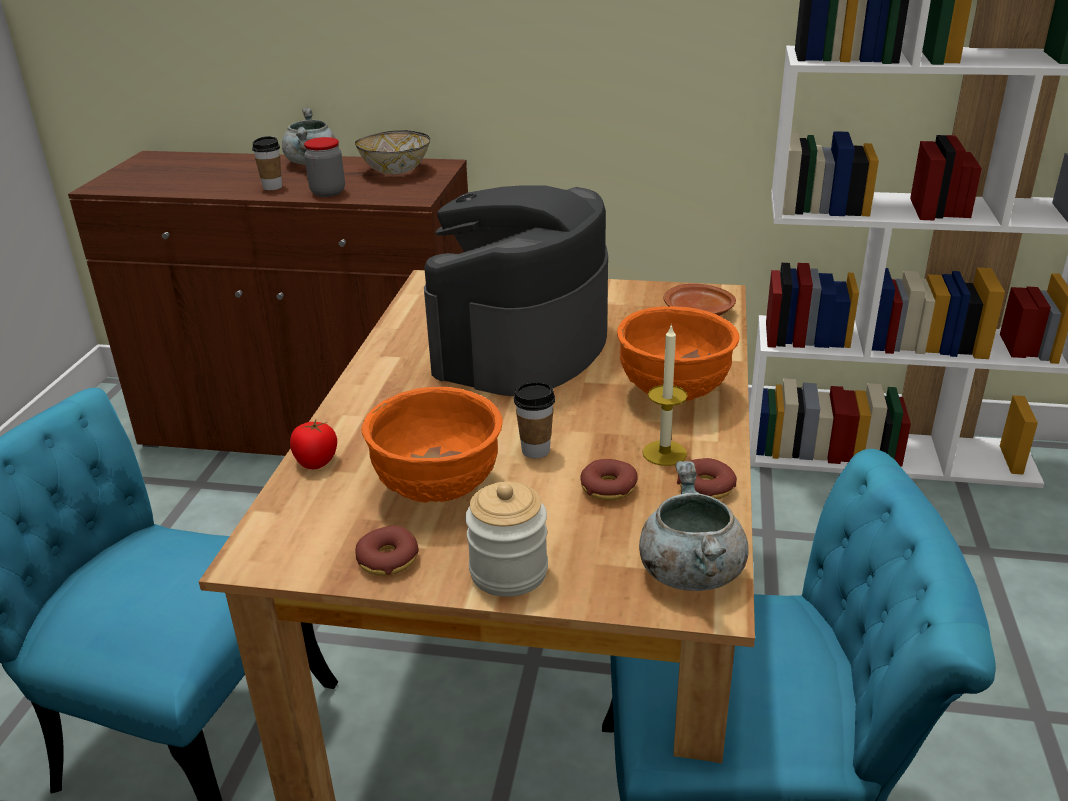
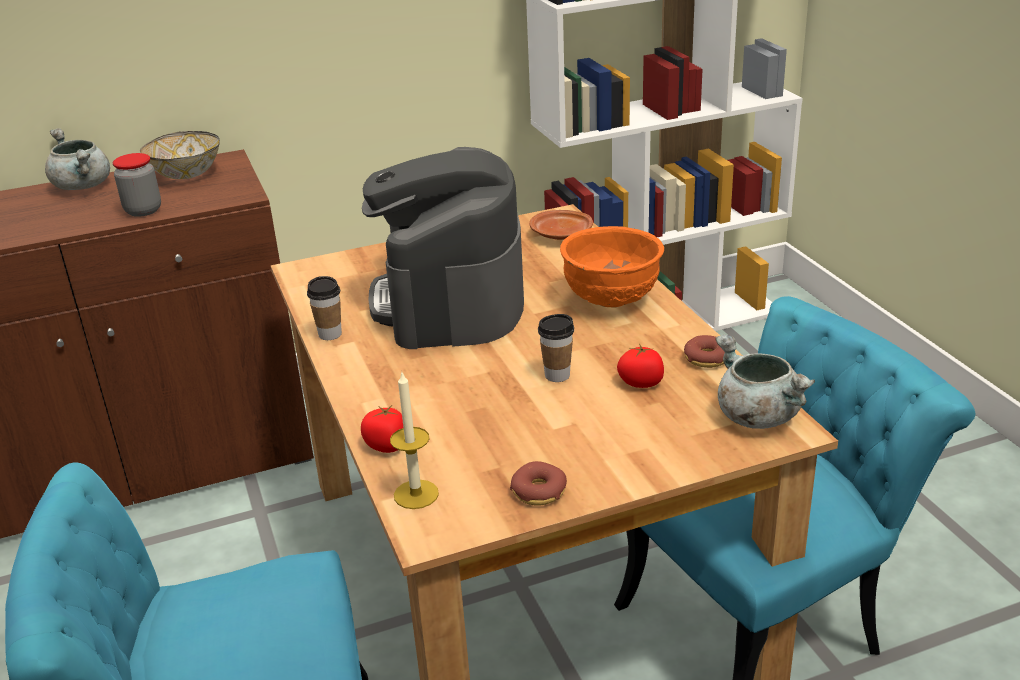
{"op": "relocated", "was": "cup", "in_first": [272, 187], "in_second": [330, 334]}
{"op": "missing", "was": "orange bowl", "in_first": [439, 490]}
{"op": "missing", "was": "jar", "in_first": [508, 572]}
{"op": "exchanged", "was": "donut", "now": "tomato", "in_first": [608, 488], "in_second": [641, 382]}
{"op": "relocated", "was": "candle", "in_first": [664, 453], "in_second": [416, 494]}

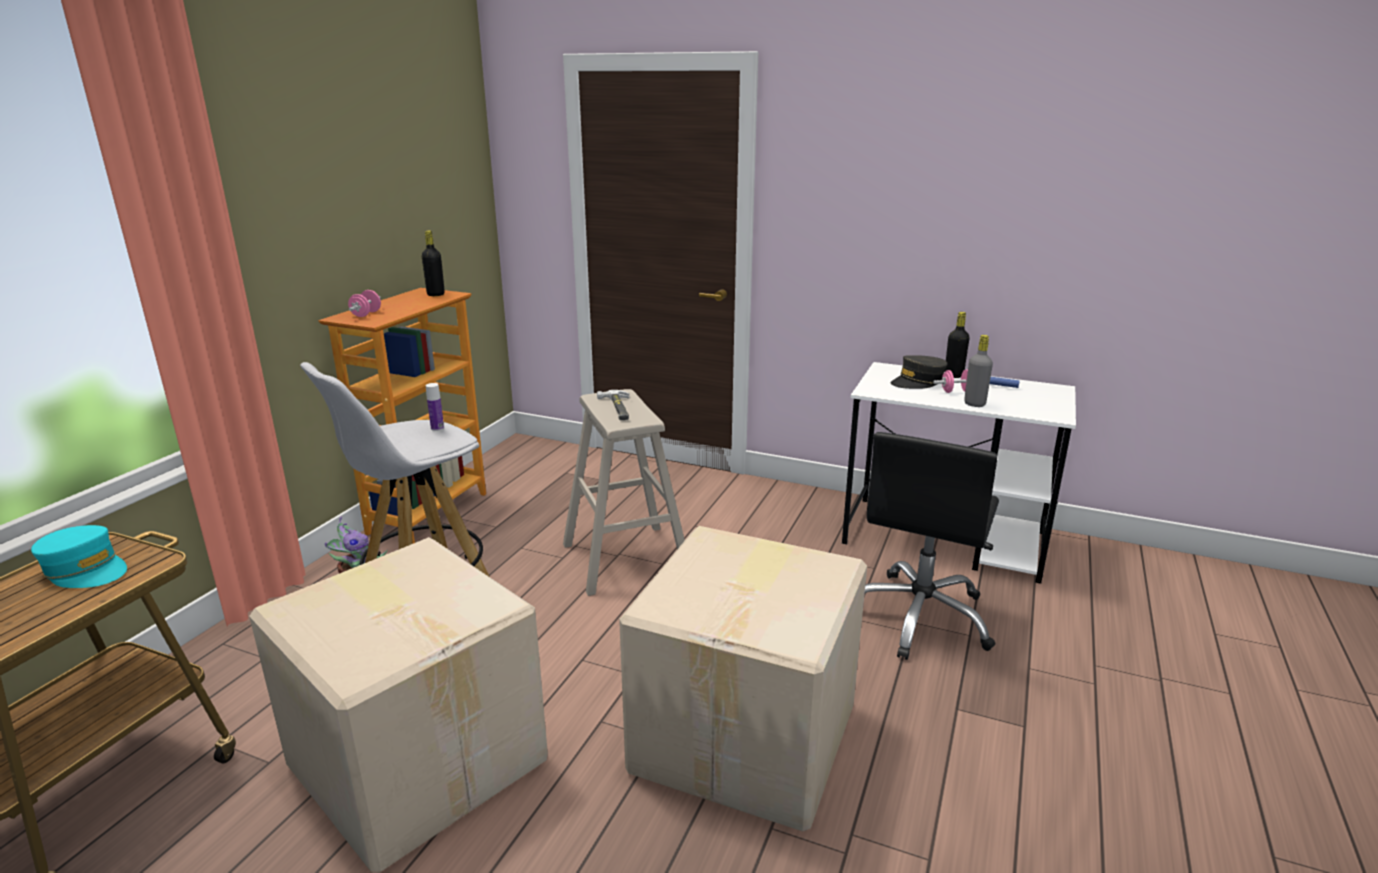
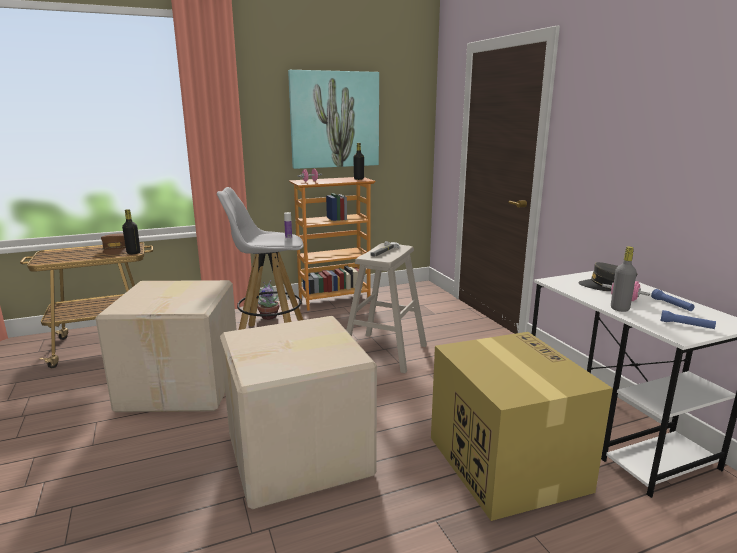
{"op": "colour", "was": "turquoise cap", "now": "brown cap", "in_first": [85, 570], "in_second": [116, 250]}
{"op": "exchanged", "was": "black office chair", "now": "cardboard box", "in_first": [920, 617], "in_second": [505, 462]}
{"op": "relocated", "was": "black bottle", "in_first": [953, 375], "in_second": [133, 253]}
{"op": "appeared", "now": "picture", "in_second": [334, 120]}
{"op": "appeared", "now": "blue flashlight", "in_second": [686, 325]}

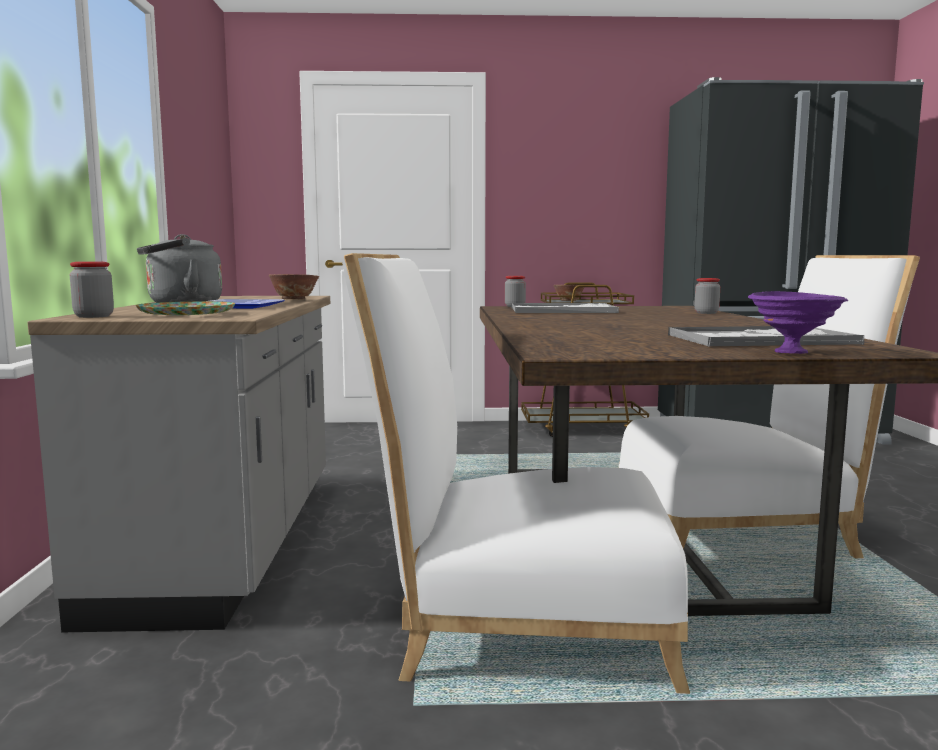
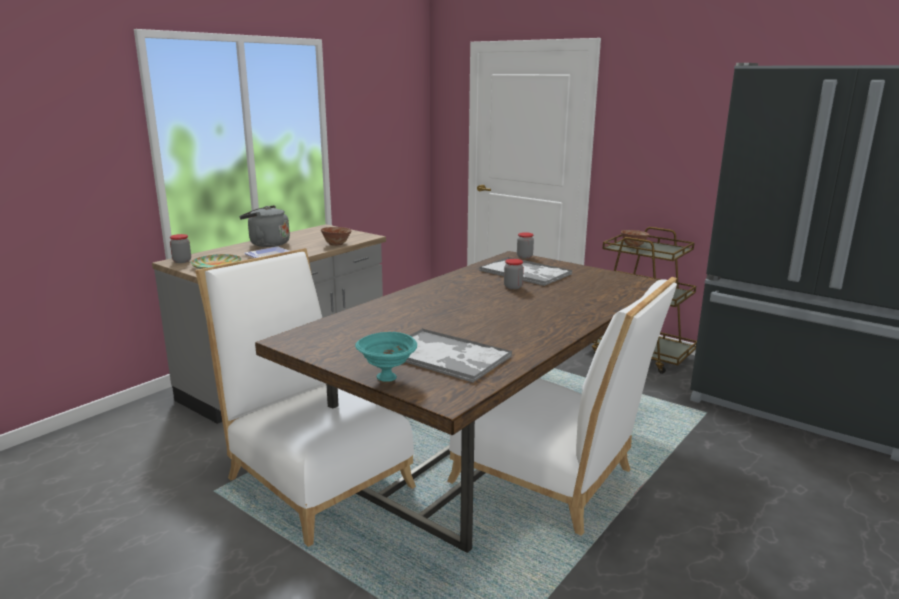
{"op": "relocated", "was": "jar", "in_first": [706, 313], "in_second": [513, 287]}
{"op": "colour", "was": "purple bowl", "now": "turquoise bowl", "in_first": [793, 352], "in_second": [388, 378]}

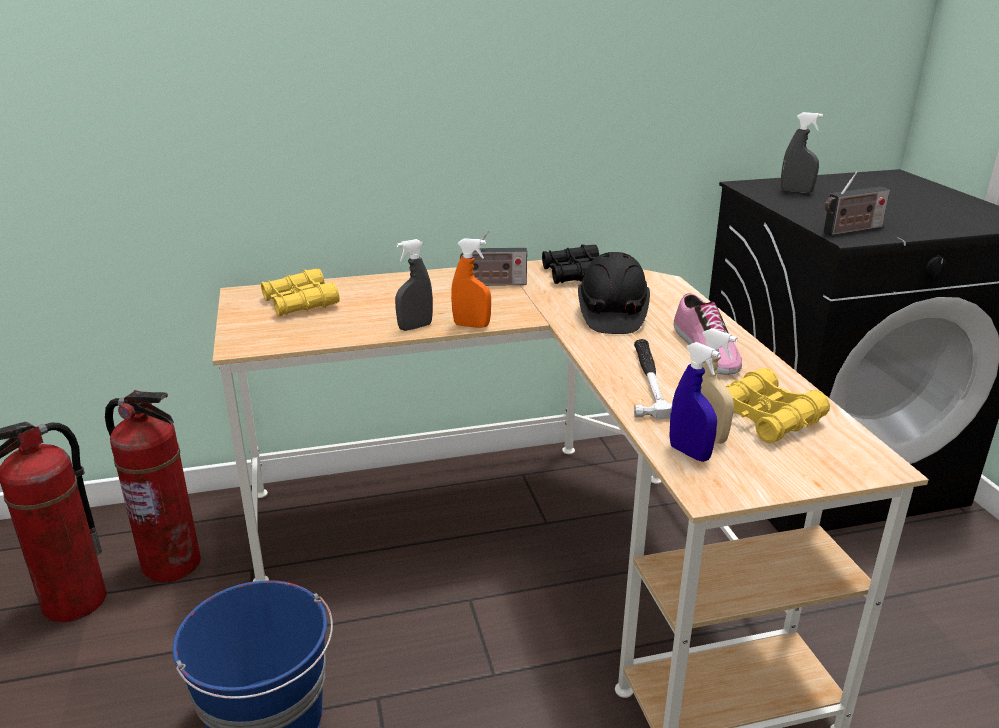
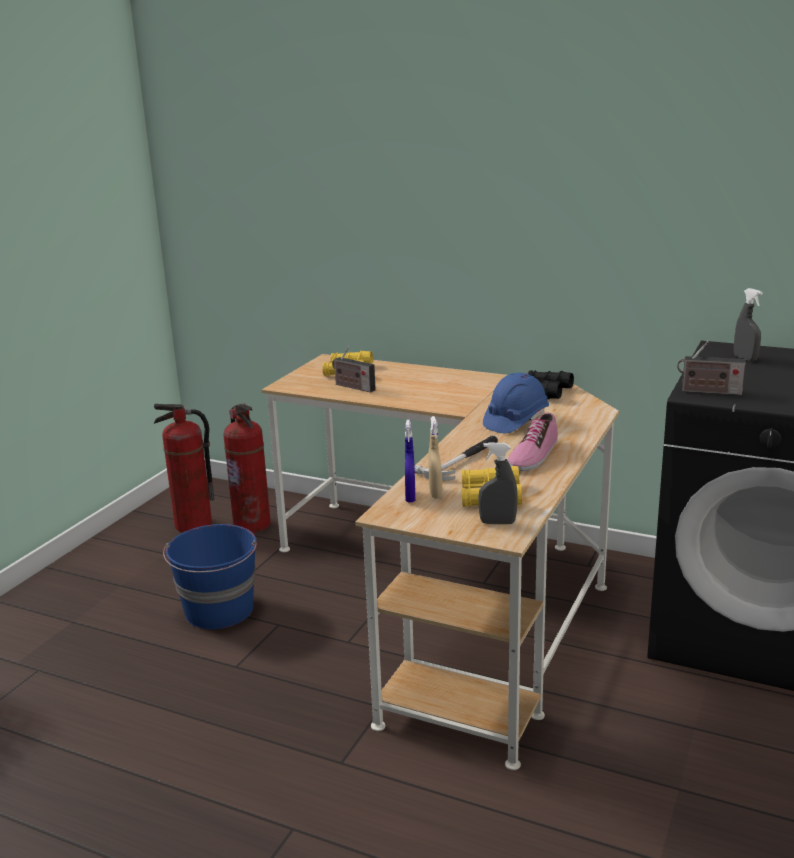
{"op": "relocated", "was": "grey spray bottle", "in_first": [415, 327], "in_second": [497, 522]}
{"op": "missing", "was": "orange spray bottle", "in_first": [471, 325]}
{"op": "relocated", "was": "radio", "in_first": [493, 284], "in_second": [353, 387]}
{"op": "colour", "was": "black hard hat", "now": "blue hard hat", "in_first": [611, 315], "in_second": [515, 421]}

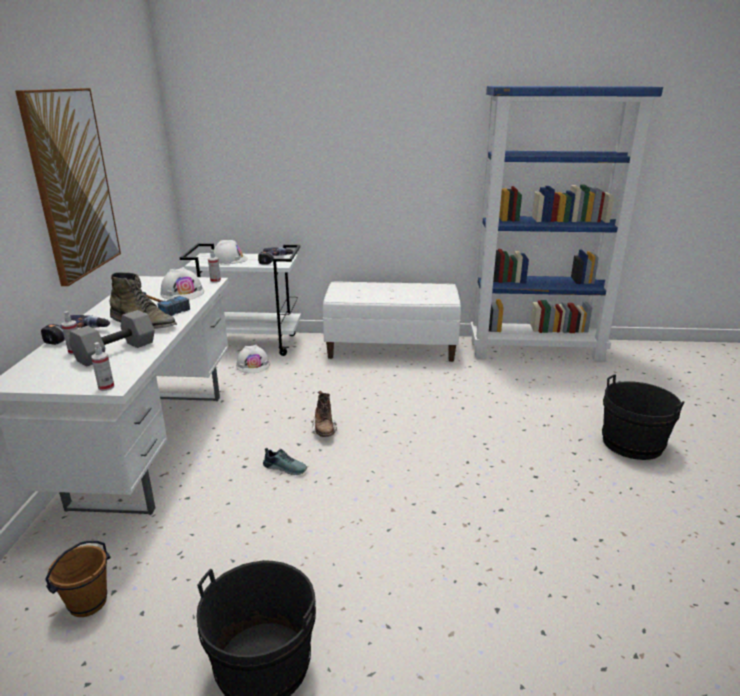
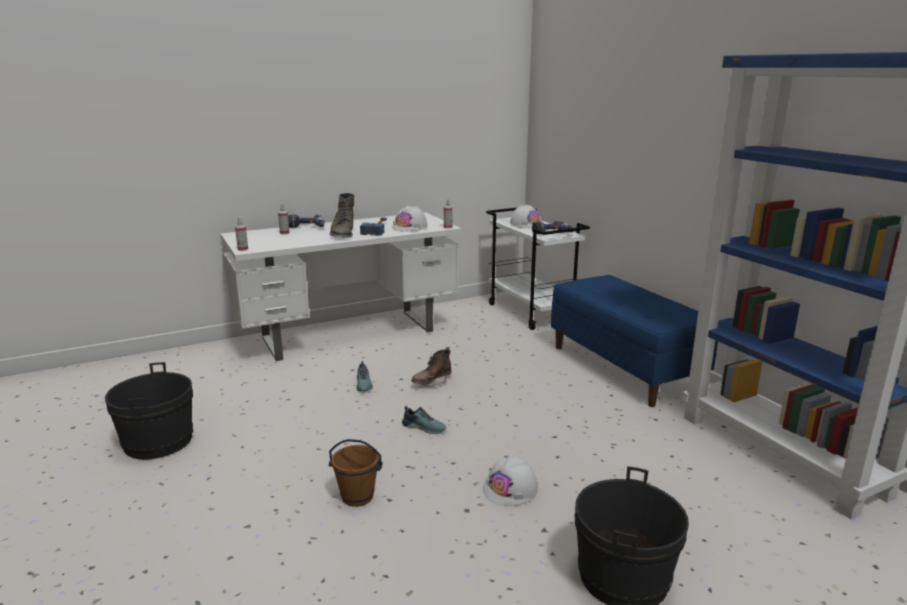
{"op": "missing", "was": "picture", "in_first": [72, 184]}
{"op": "relocated", "was": "brown bucket", "in_first": [88, 603], "in_second": [357, 496]}
{"op": "missing", "was": "grey dumbbell", "in_first": [116, 351]}
{"op": "relocated", "was": "white hard hat", "in_first": [253, 365], "in_second": [510, 488]}
{"op": "colour", "was": "white bench", "now": "blue bench", "in_first": [391, 348], "in_second": [625, 368]}
{"op": "appeared", "now": "shoe", "in_second": [424, 427]}

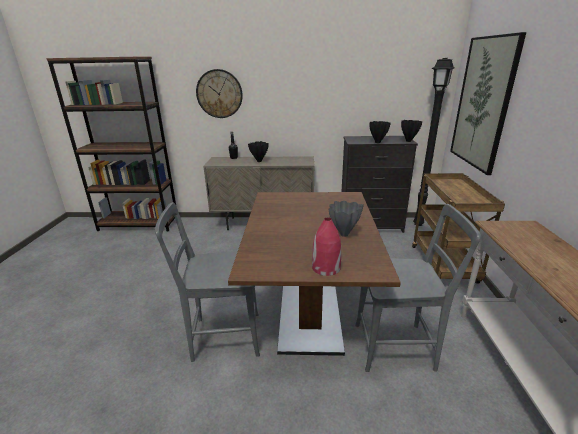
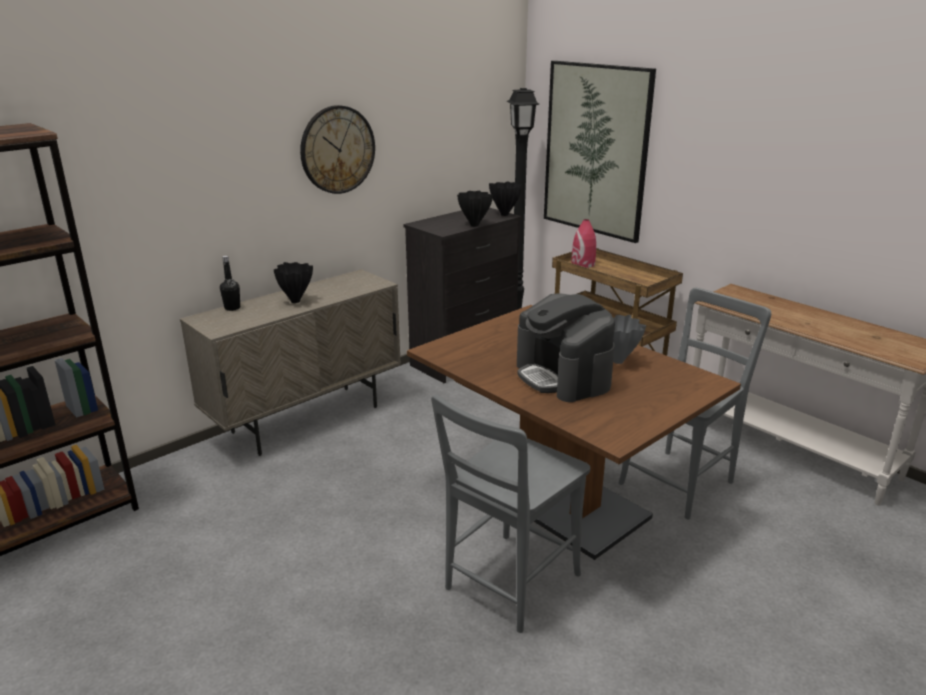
{"op": "relocated", "was": "wall clock", "in_first": [219, 94], "in_second": [337, 150]}
{"op": "relocated", "was": "red vase", "in_first": [326, 268], "in_second": [583, 264]}
{"op": "appeared", "now": "coffee machine", "in_second": [563, 376]}

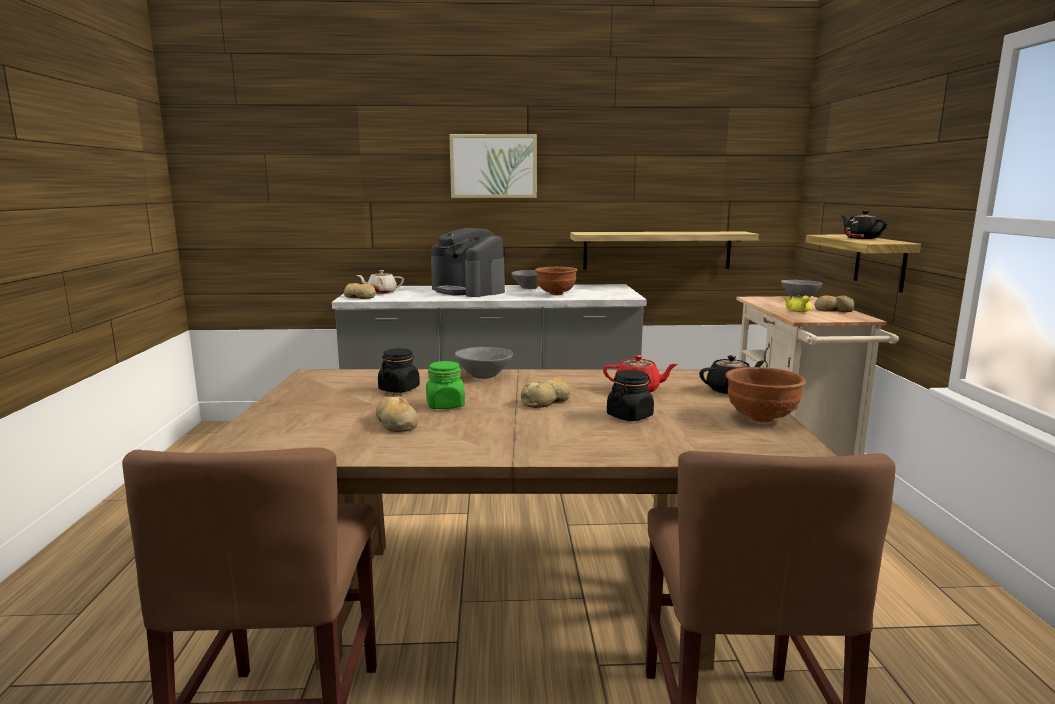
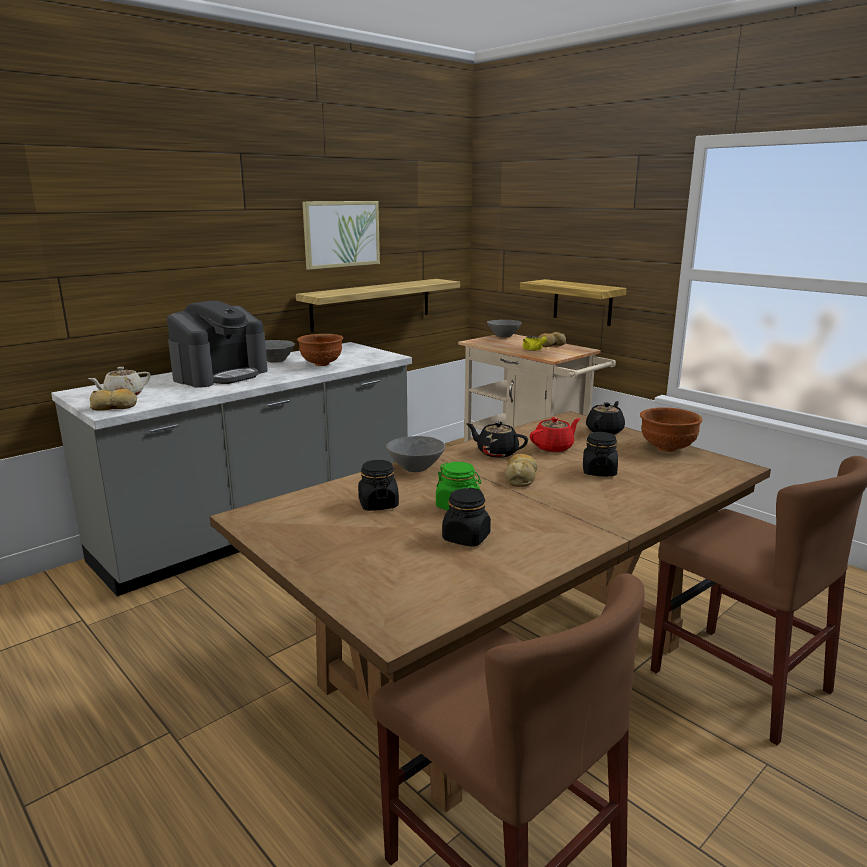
{"op": "exchanged", "was": "bread", "now": "black jar", "in_first": [397, 423], "in_second": [466, 538]}
{"op": "spun", "was": "coffee machine", "in_first": [468, 290], "in_second": [221, 375], "clockwise": -60}
{"op": "relocated", "was": "picture", "in_first": [493, 166], "in_second": [341, 234]}
{"op": "relocated", "was": "black teapot", "in_first": [861, 238], "in_second": [496, 452]}

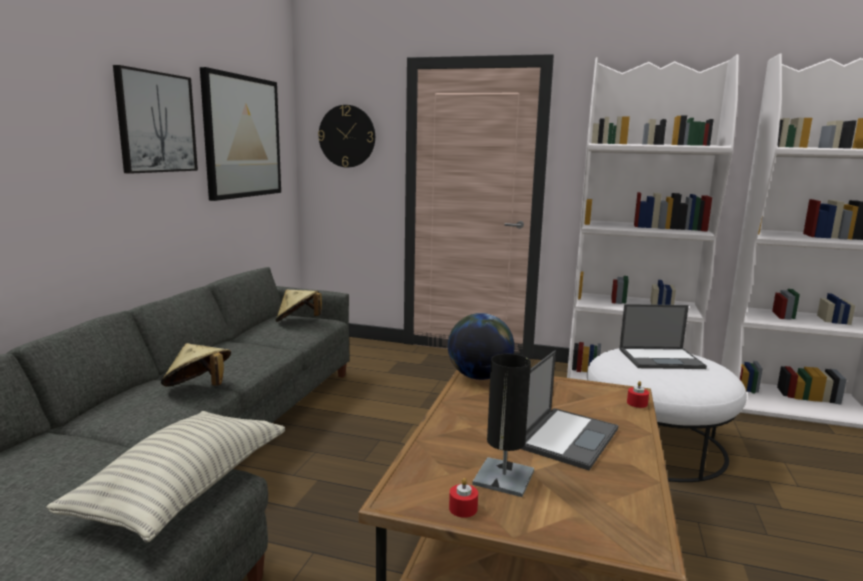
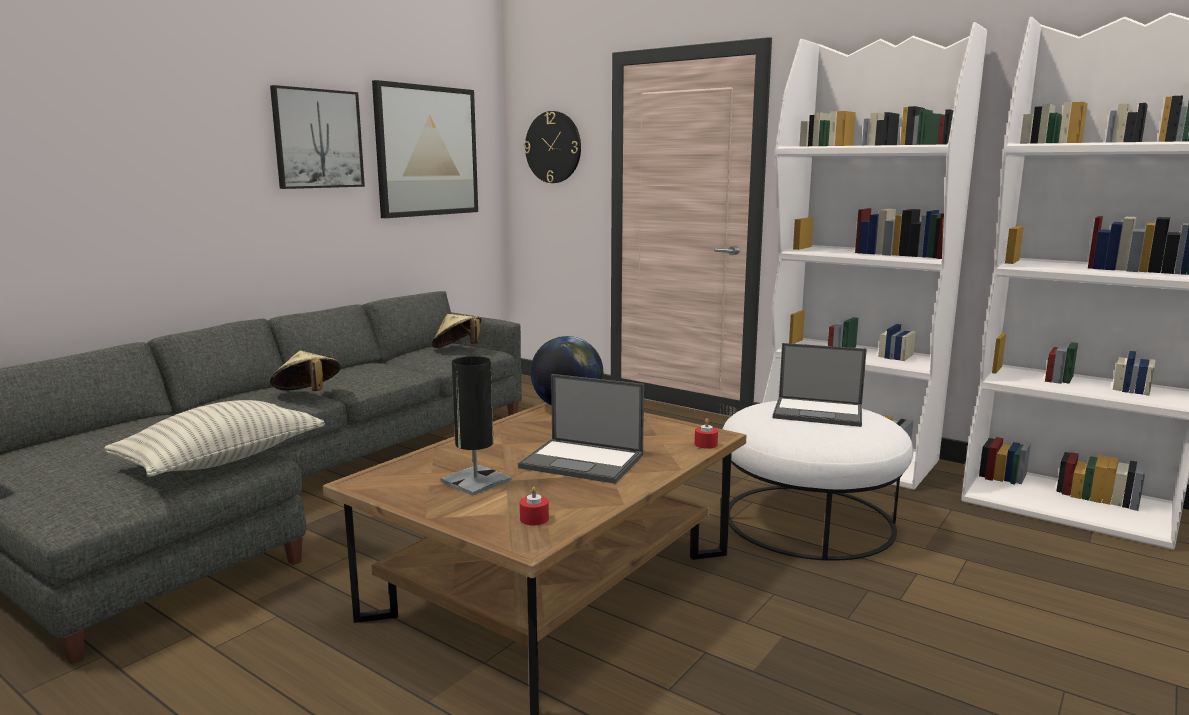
{"op": "relocated", "was": "red candle", "in_first": [463, 508], "in_second": [534, 519]}
{"op": "spun", "was": "laptop", "in_first": [567, 437], "in_second": [584, 461], "clockwise": 60}

